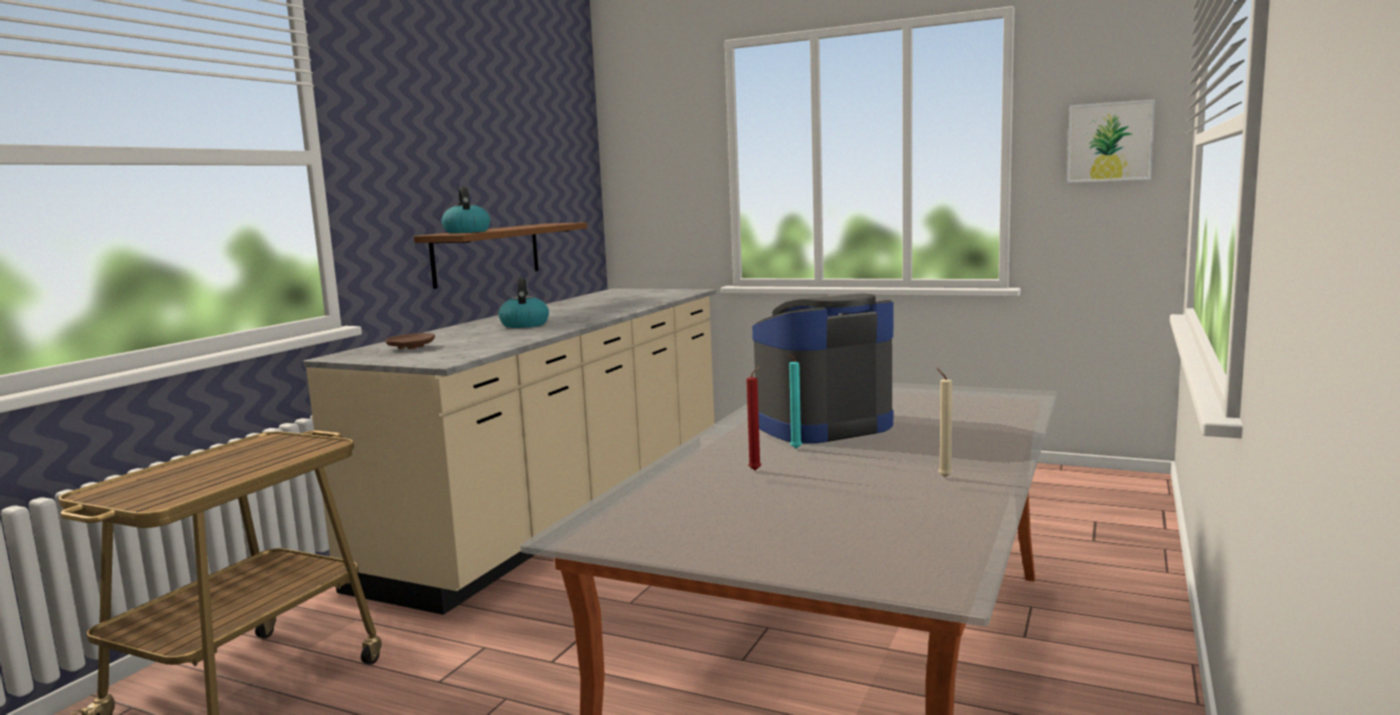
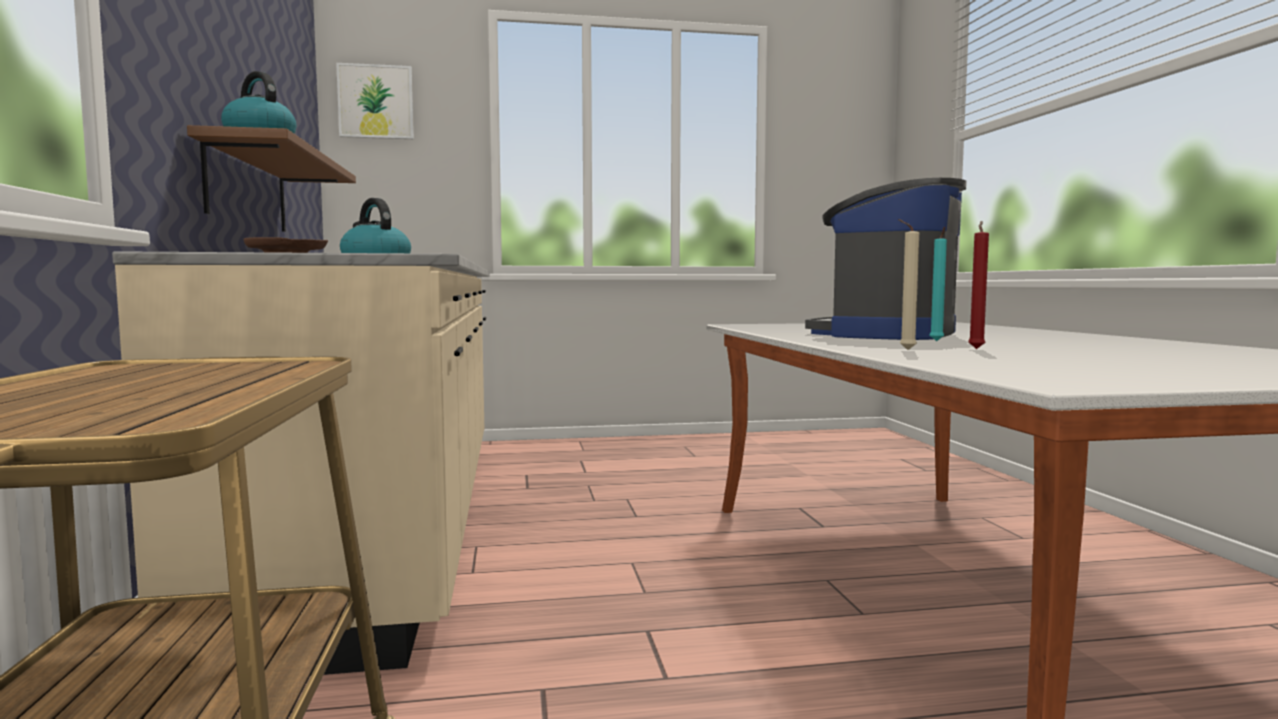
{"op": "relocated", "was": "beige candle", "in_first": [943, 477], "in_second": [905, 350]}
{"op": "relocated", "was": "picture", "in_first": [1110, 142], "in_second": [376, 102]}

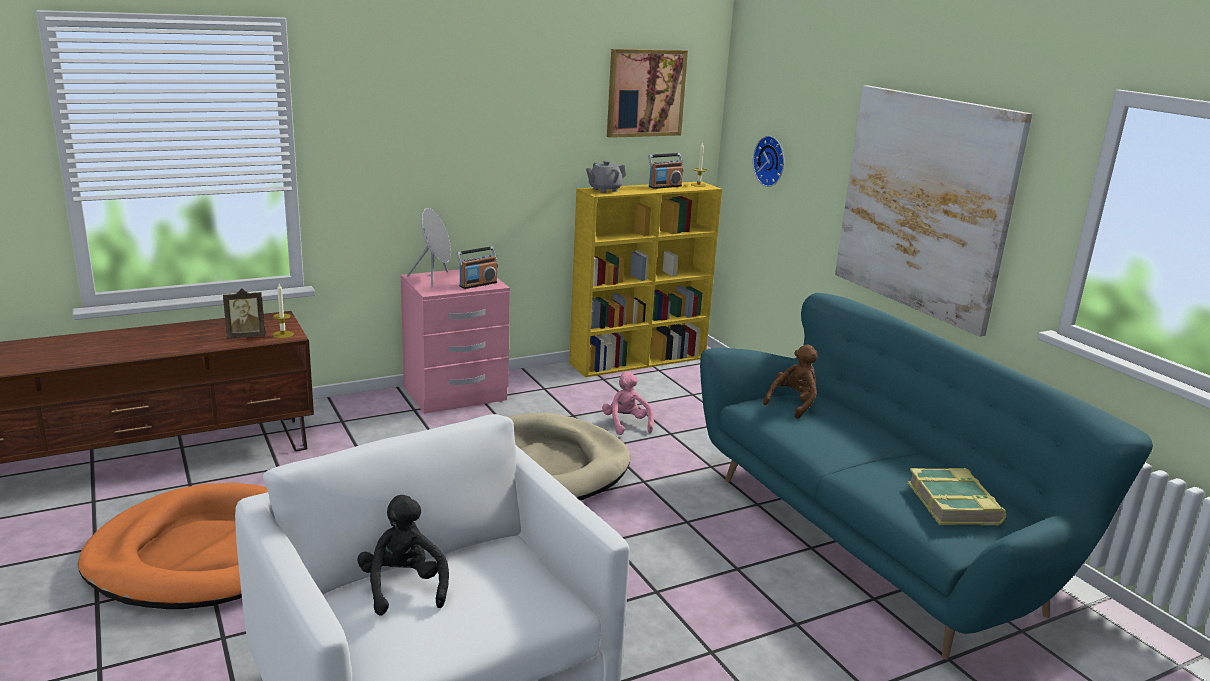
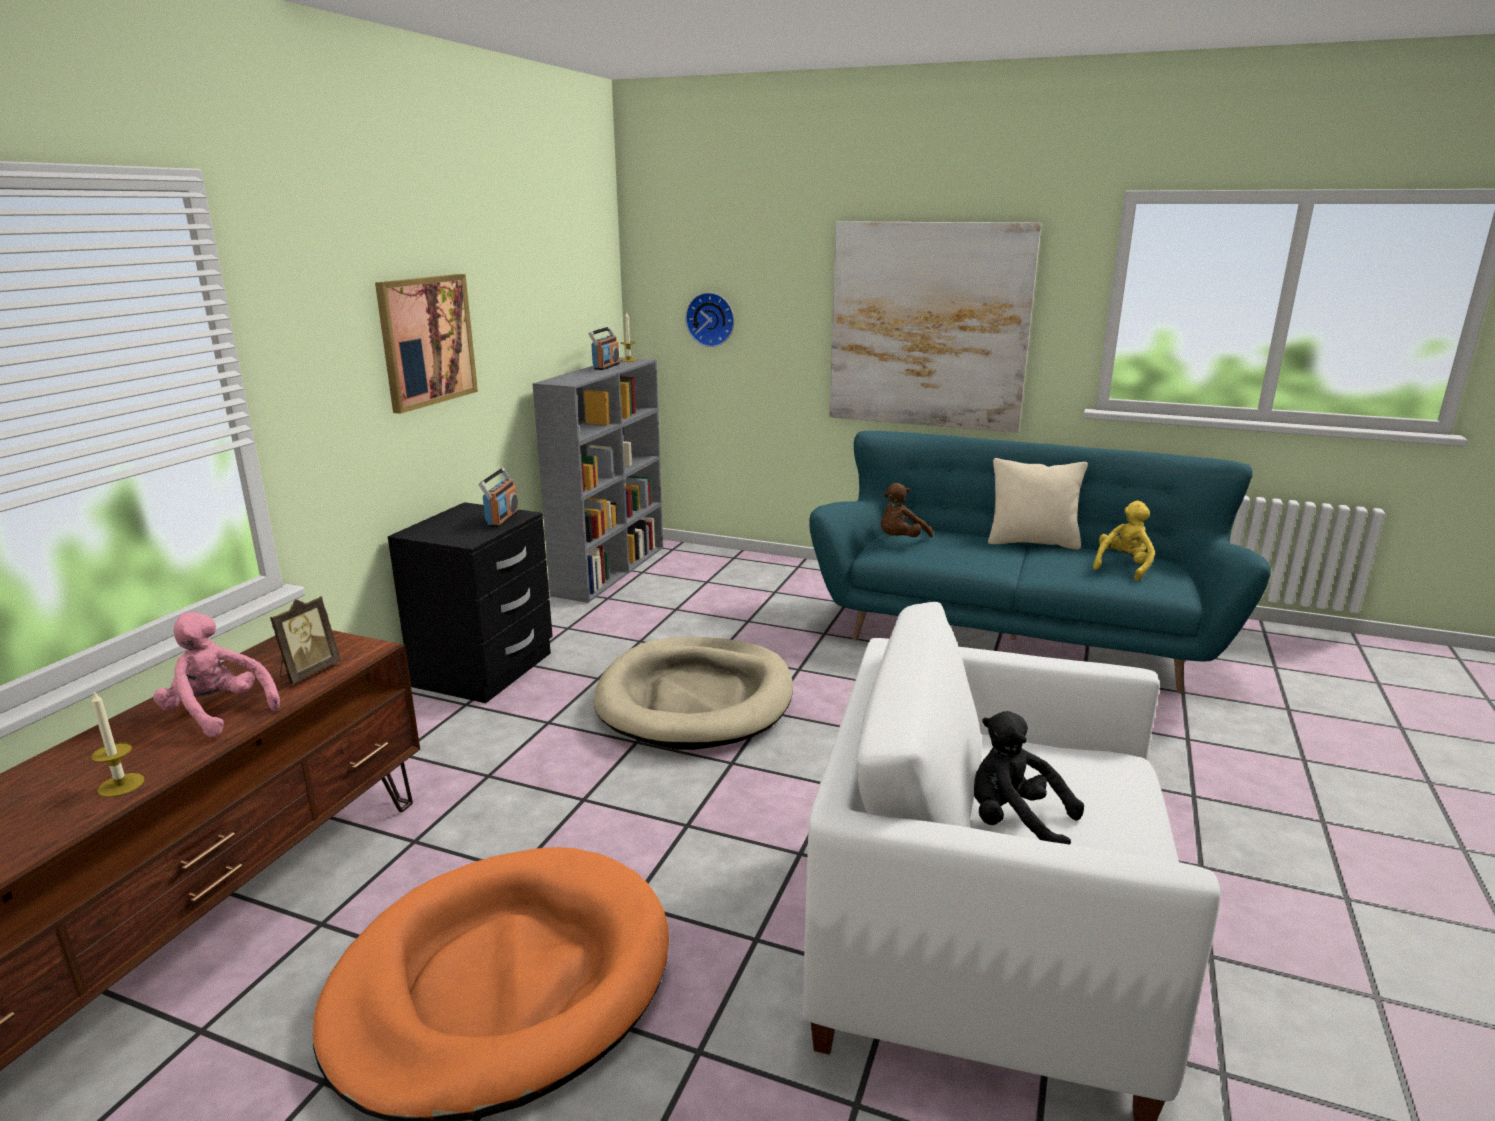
{"op": "relocated", "was": "candle", "in_first": [283, 334], "in_second": [121, 785]}
{"op": "colour", "was": "pink nightstand", "now": "black nightstand", "in_first": [455, 394], "in_second": [485, 670]}
{"op": "missing", "was": "grey speaker", "in_first": [434, 278]}
{"op": "colour", "was": "yellow bookcase", "now": "grey bookcase", "in_first": [639, 360], "in_second": [610, 570]}
{"op": "missing", "was": "grey teapot", "in_first": [604, 190]}
{"op": "relocated", "was": "pink plush toy", "in_first": [626, 424], "in_second": [218, 713]}
{"op": "relocated", "was": "picture", "in_first": [645, 93], "in_second": [426, 341]}
{"op": "spun", "was": "brown plush toy", "in_first": [793, 404], "in_second": [900, 540], "clockwise": -135}
{"op": "exchanged", "was": "book", "now": "yellow plush toy", "in_first": [954, 504], "in_second": [1123, 567]}
{"op": "appeared", "now": "beige pillow", "in_second": [1032, 542]}

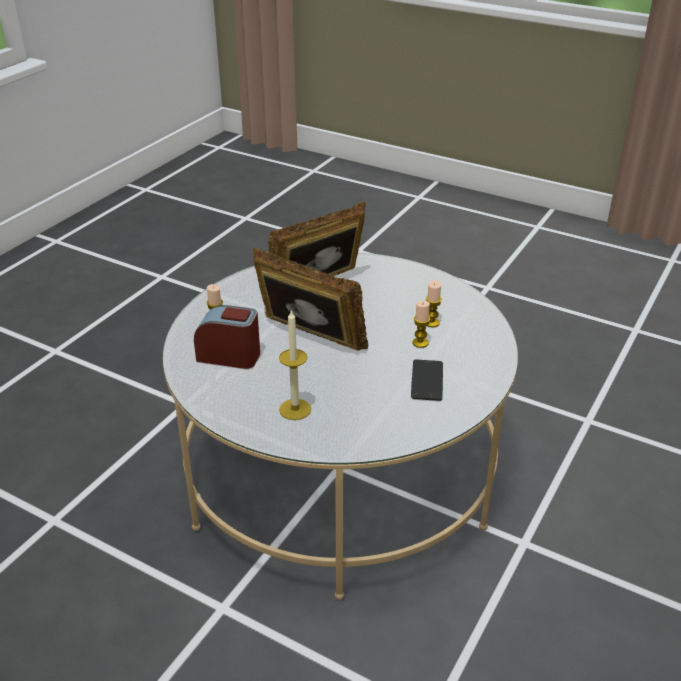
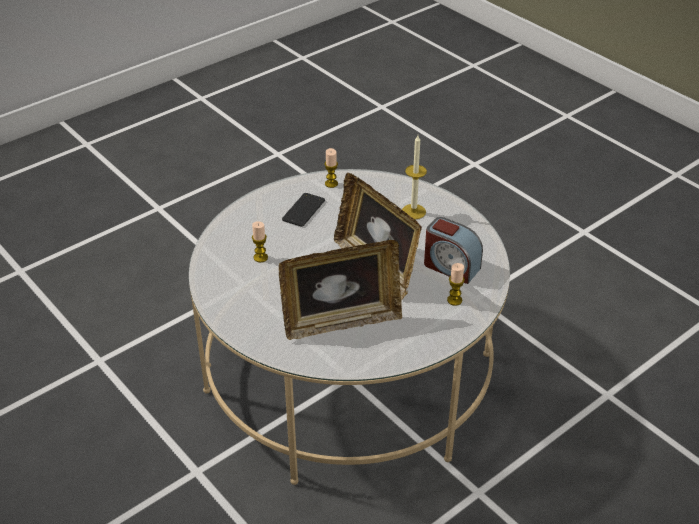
{"op": "relocated", "was": "candle", "in_first": [420, 343], "in_second": [331, 183]}

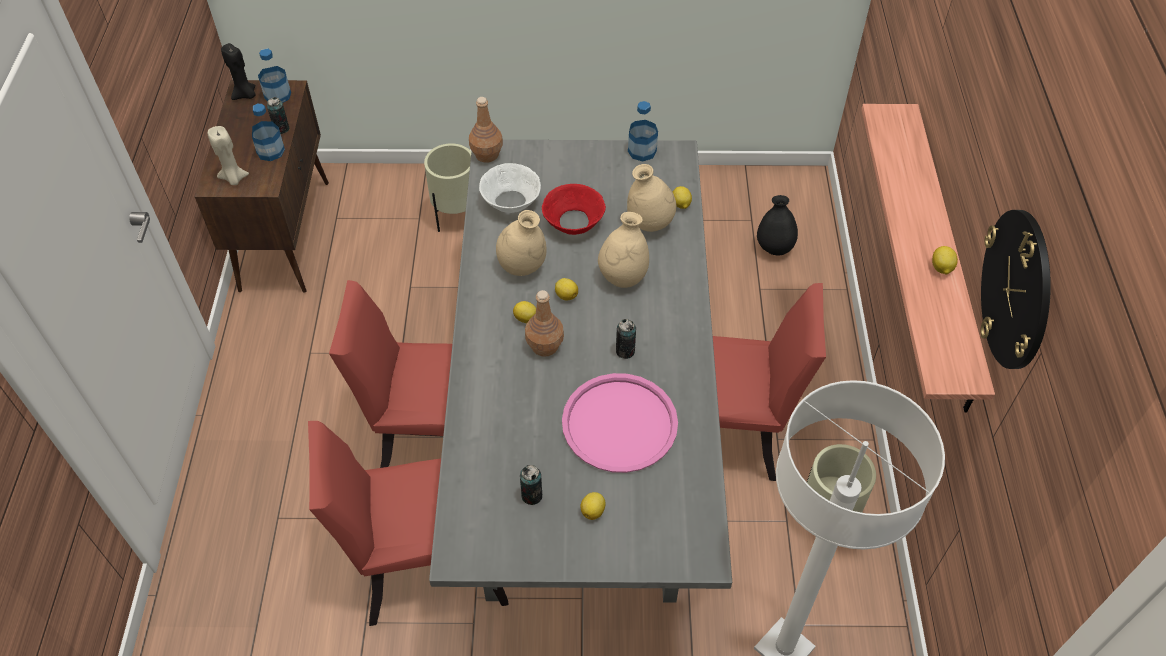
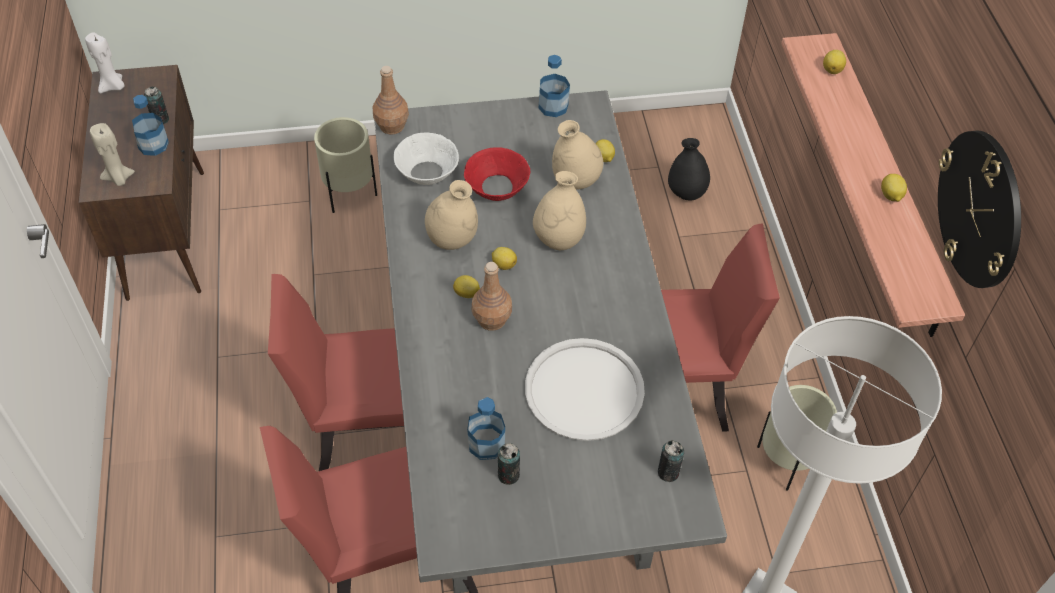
{"op": "colour", "was": "black candle", "now": "white candle", "in_first": [245, 95], "in_second": [113, 86]}
{"op": "relocated", "was": "bottle", "in_first": [277, 95], "in_second": [486, 444]}
{"op": "colour", "was": "pink tray", "now": "white tray", "in_first": [619, 423], "in_second": [584, 390]}
{"op": "relocated", "was": "lemon", "in_first": [593, 511], "in_second": [832, 69]}
{"op": "relocated", "was": "can", "in_first": [625, 351], "in_second": [668, 472]}

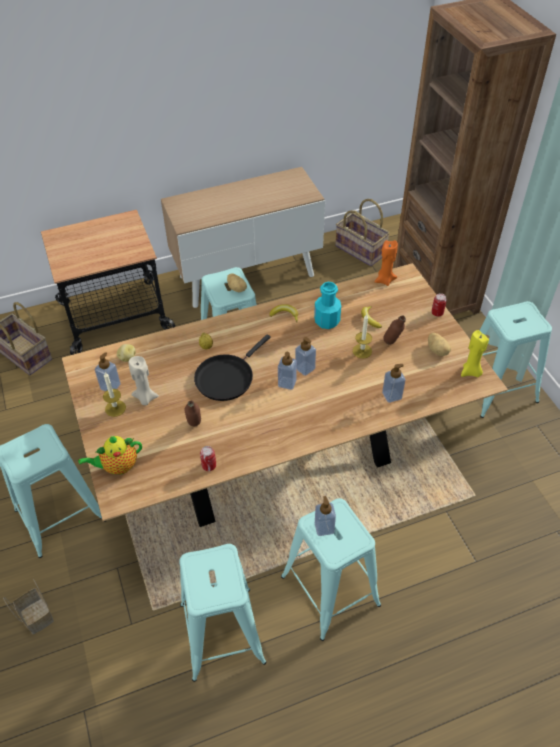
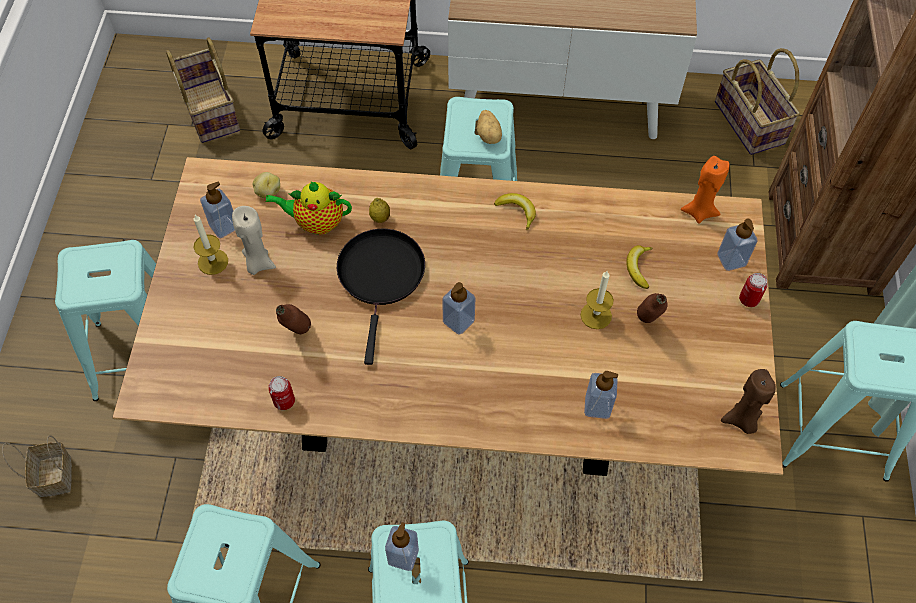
{"op": "relocated", "was": "teapot", "in_first": [118, 466], "in_second": [316, 223]}
{"op": "spun", "was": "black frying pan", "in_first": [226, 377], "in_second": [381, 277], "clockwise": 120}
{"op": "relocated", "was": "soap dispenser", "in_first": [305, 368], "in_second": [731, 260]}
{"op": "missing", "was": "turquoise bottle", "in_first": [327, 321]}
{"op": "missing", "was": "potato", "in_first": [438, 350]}
{"op": "colour", "was": "yellow candle", "now": "brown candle", "in_first": [471, 372], "in_second": [741, 420]}

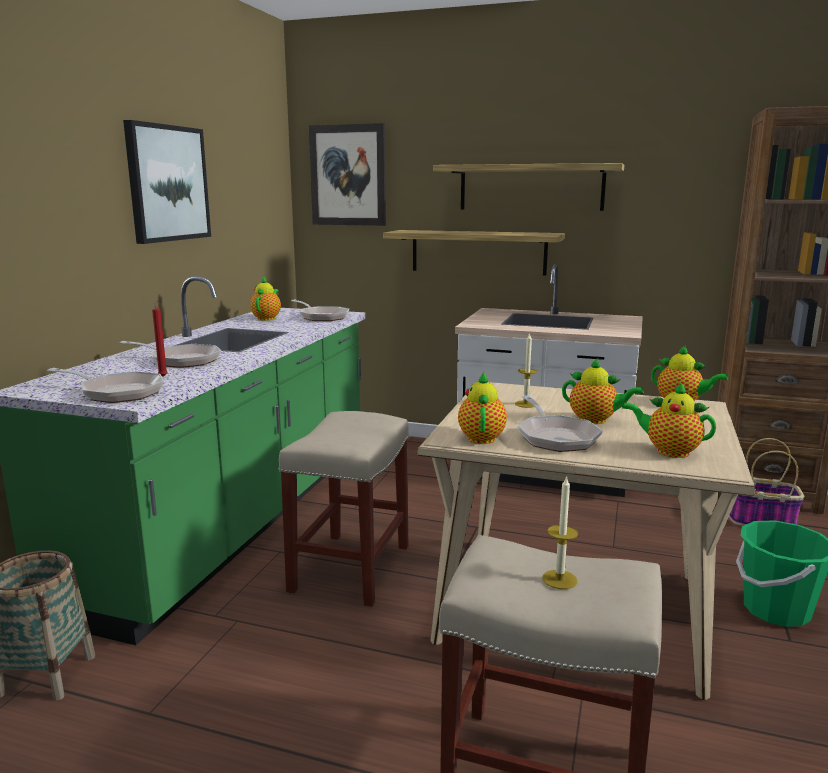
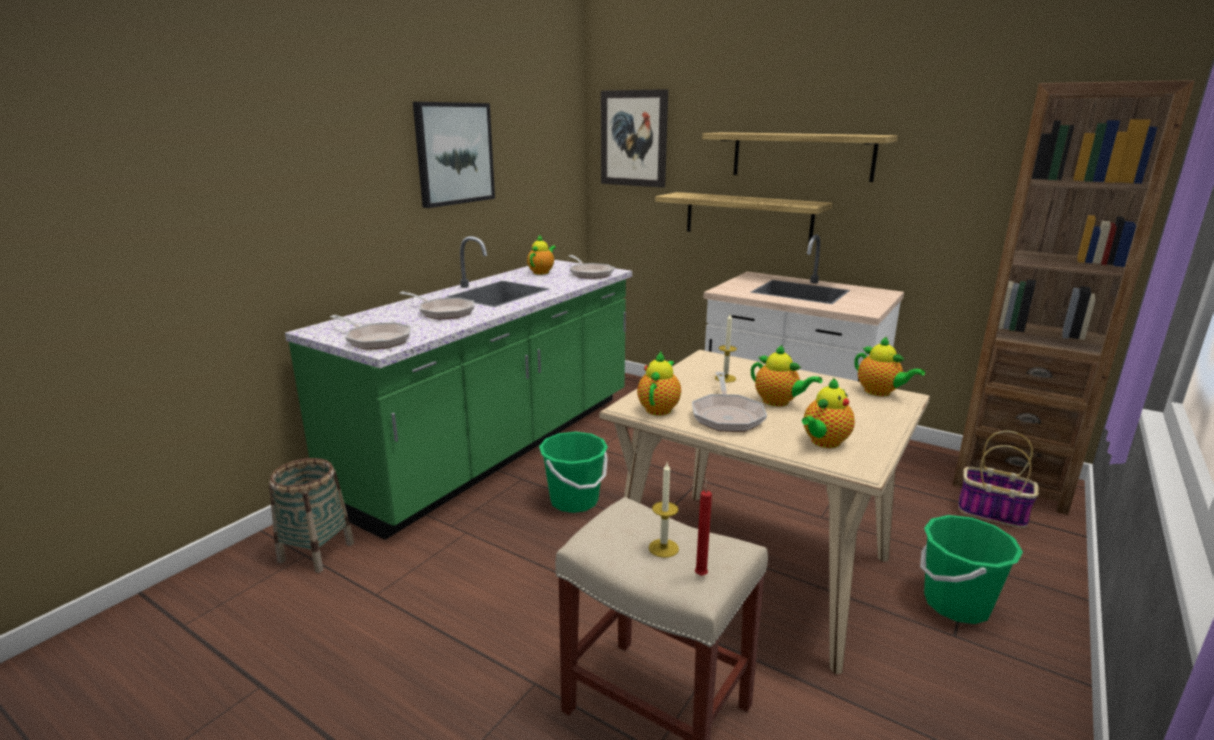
{"op": "relocated", "was": "red candle", "in_first": [163, 376], "in_second": [701, 574]}
{"op": "exchanged", "was": "beige stool", "now": "green bucket", "in_first": [351, 567], "in_second": [574, 501]}
{"op": "spun", "was": "teapot", "in_first": [668, 451], "in_second": [823, 442], "clockwise": -90}

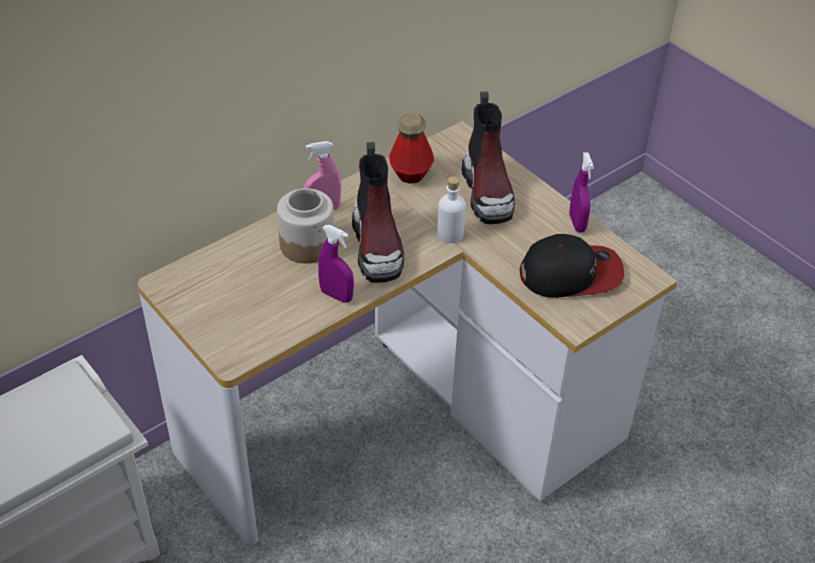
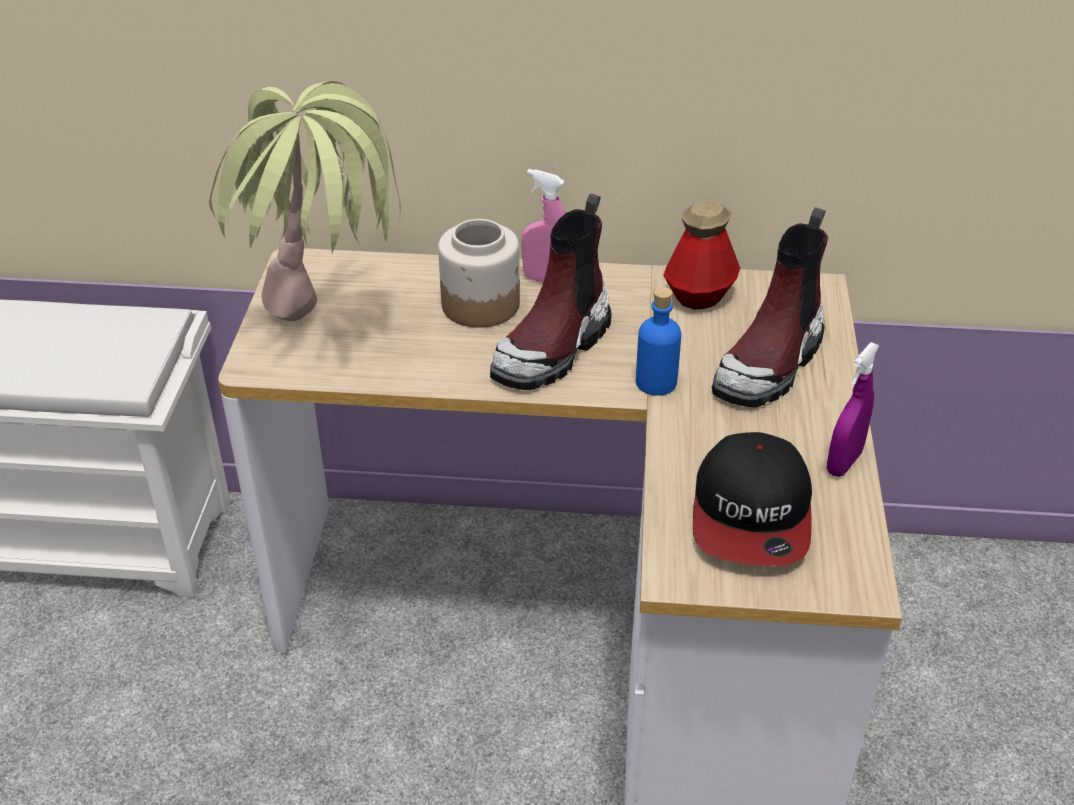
{"op": "missing", "was": "purple spray bottle", "in_first": [336, 295]}
{"op": "colour", "was": "white bottle", "now": "blue bottle", "in_first": [450, 234], "in_second": [656, 382]}
{"op": "spun", "was": "cap", "in_first": [571, 274], "in_second": [752, 515], "clockwise": 60}
{"op": "appeared", "now": "potted plant", "in_second": [328, 339]}

